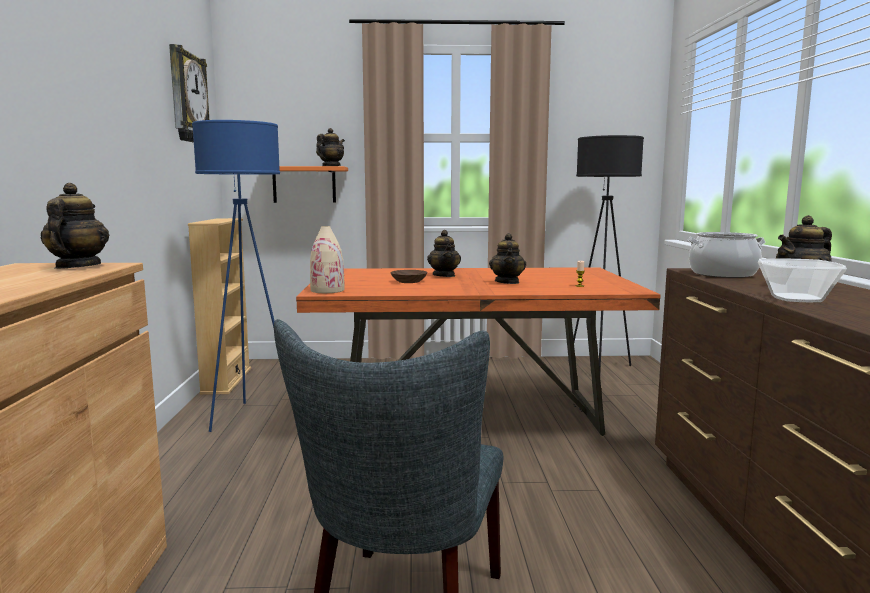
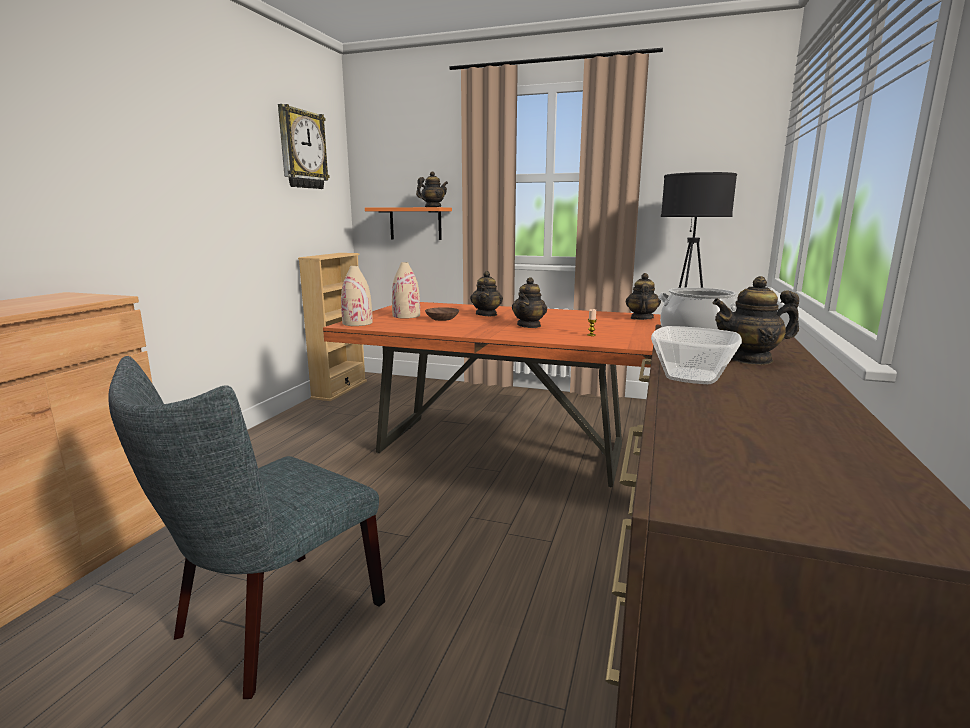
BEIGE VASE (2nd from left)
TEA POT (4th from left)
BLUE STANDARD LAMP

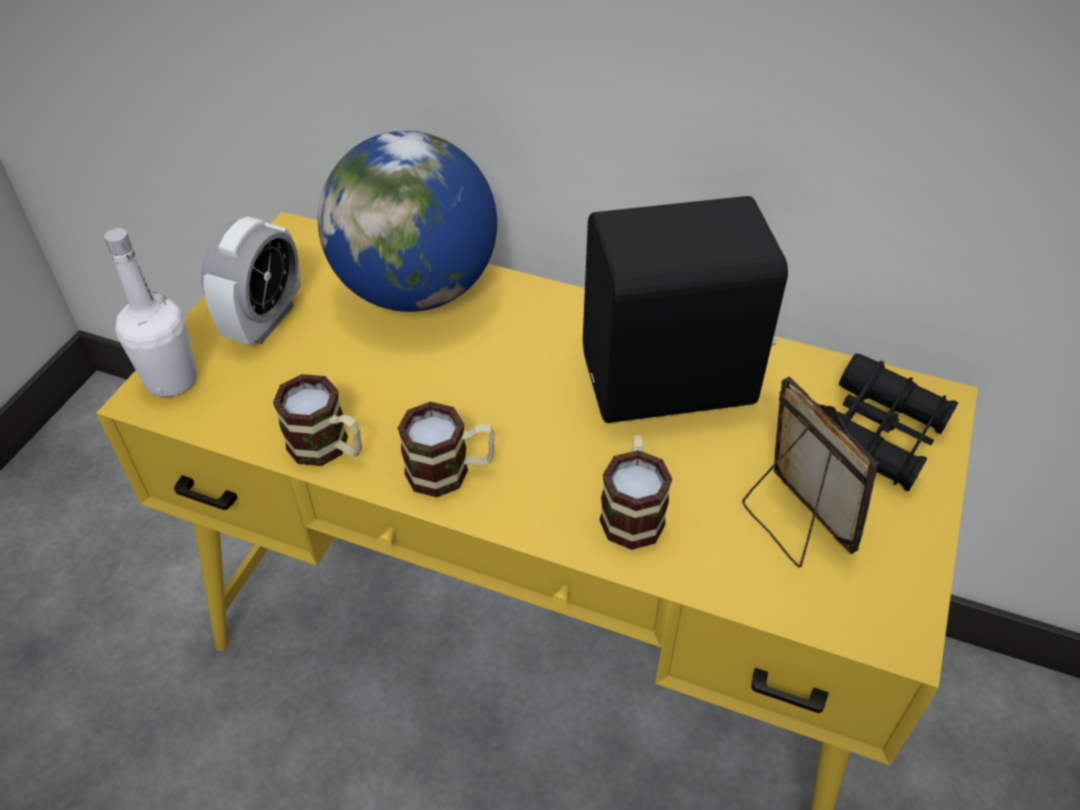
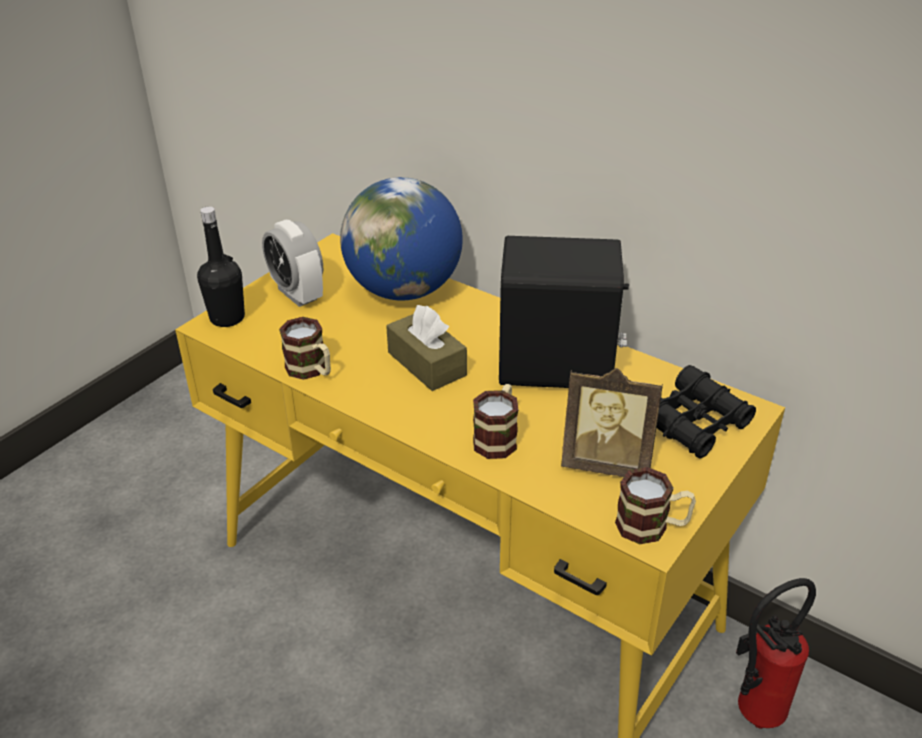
BLACK-COLOURED BOTTLE
TABLE CLOCK
BROWNISH TISSUE HOLDER
STANDING FRAME
COFFEE MUG (3rd from left)
EXTINGUISHER

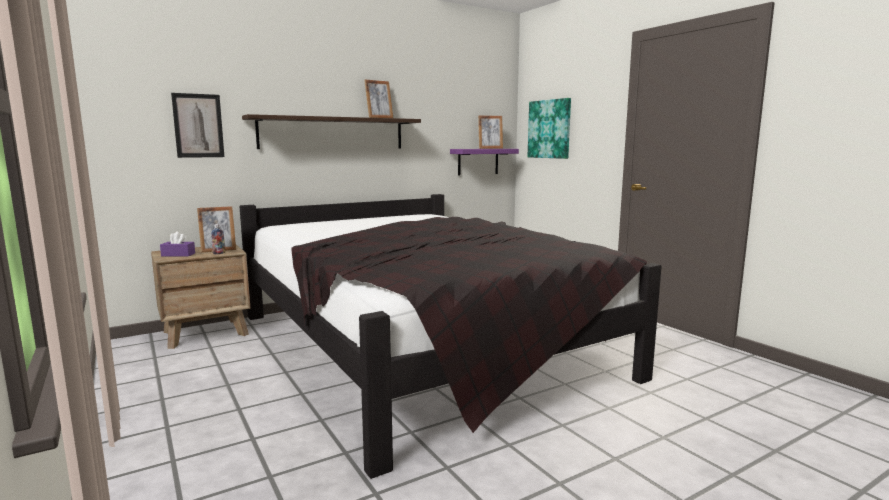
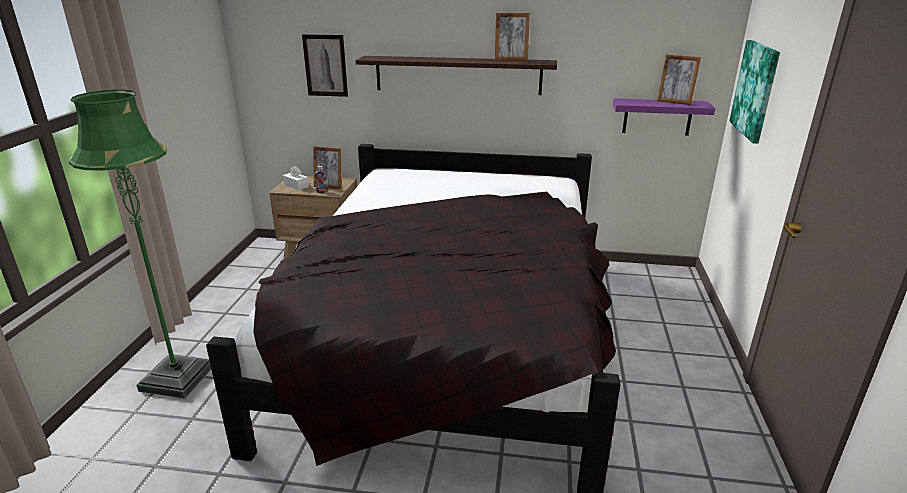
GREEN-COLOURED STANDARD LAMP
WHITE-COLOURED TISSUE HOLDER

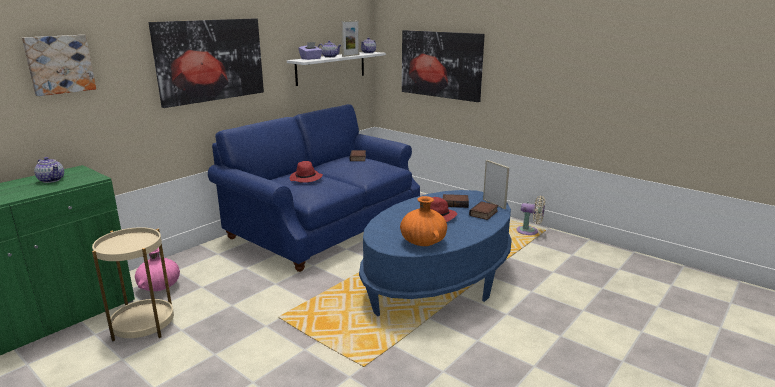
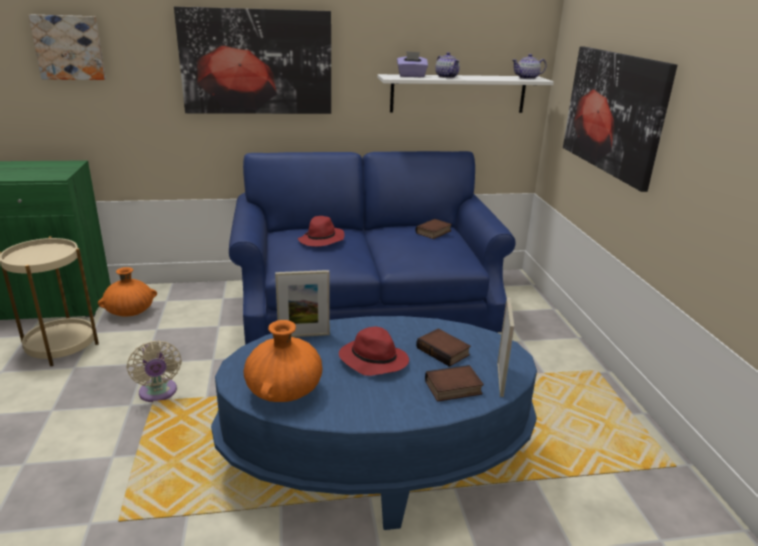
ORANGE-COLOURED VASE (1st from left)
BEIGE COOLING FAN
STANDING FRAME (1st from left)
TEA POT (1st from left in the first image)

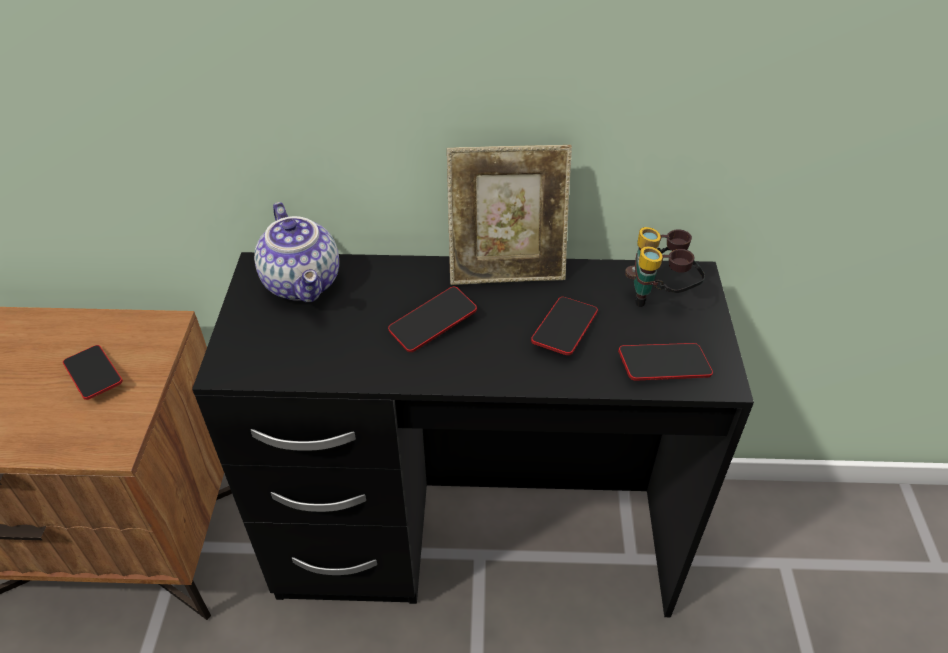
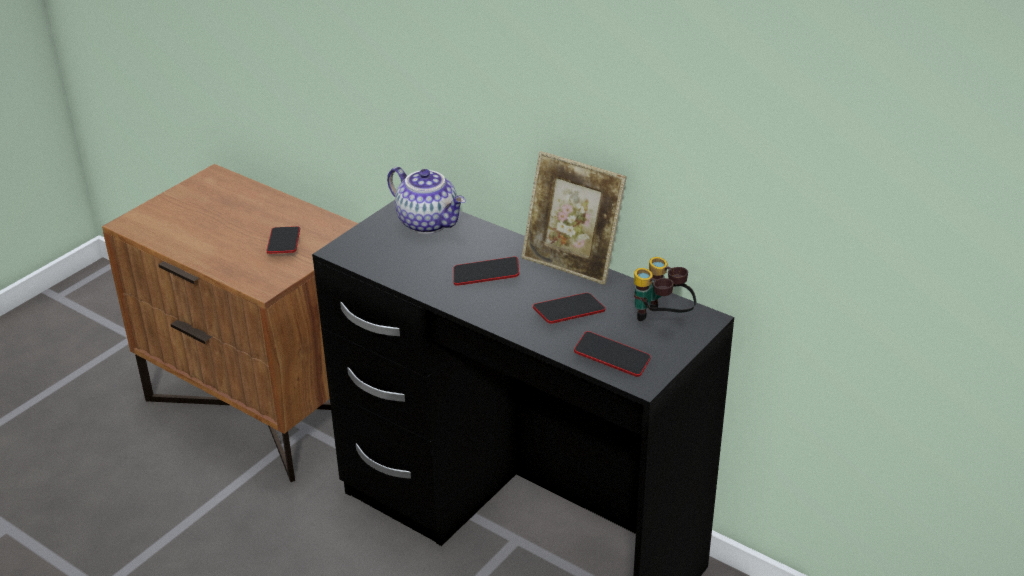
TEA POT

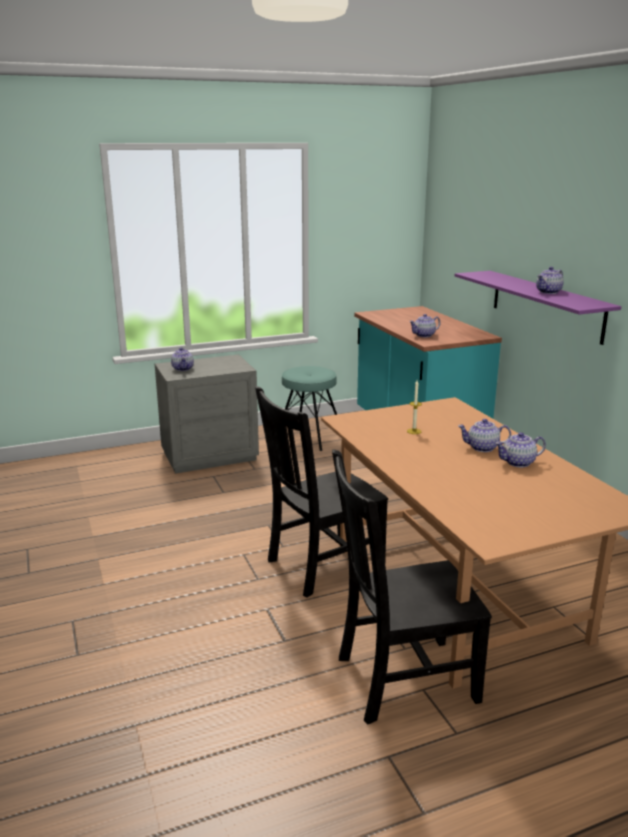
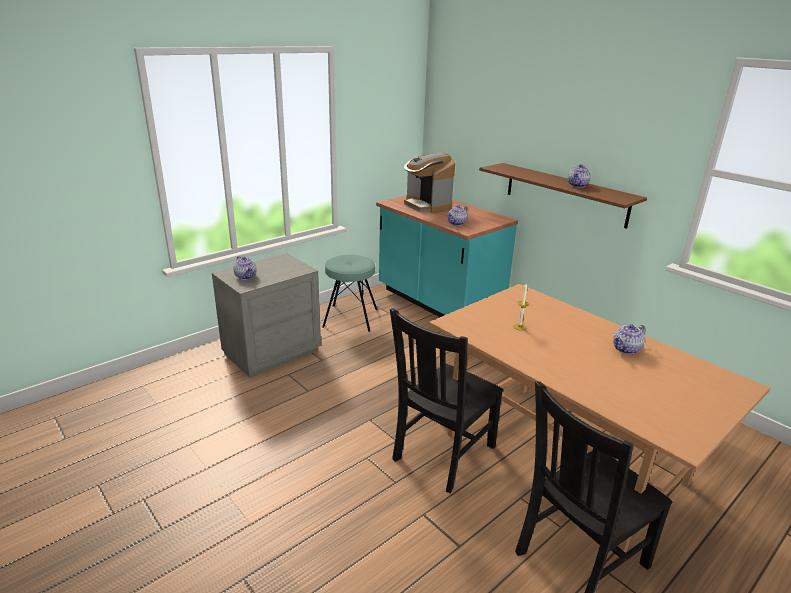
COFFEE MAKER
BROWNISH WALL SHELF
TEA POT (3rd from left in the first image)

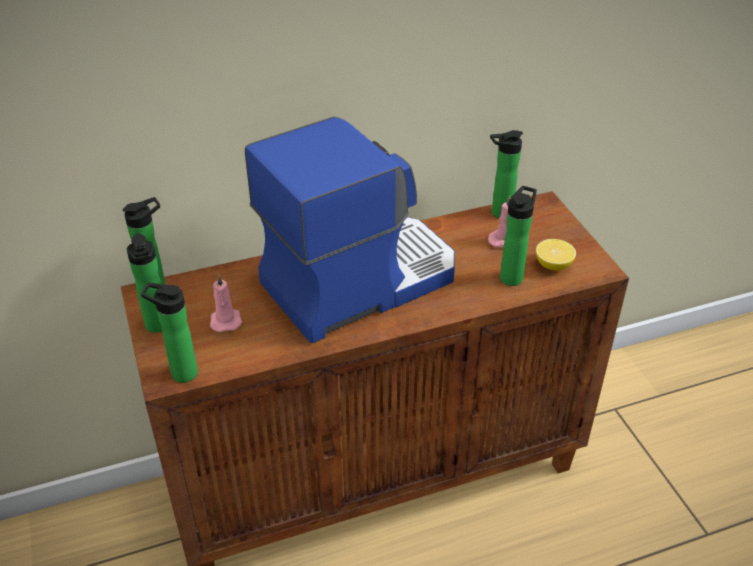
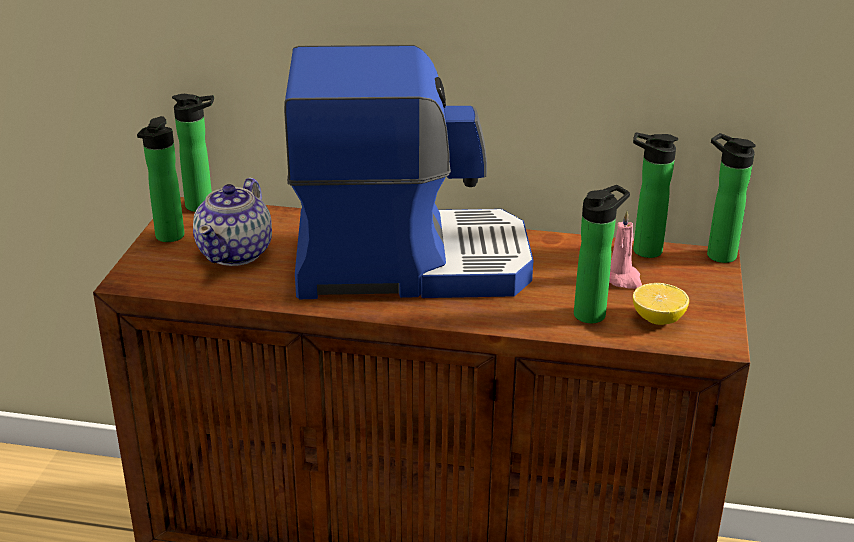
TEA POT
BOTTLE (5th from left)

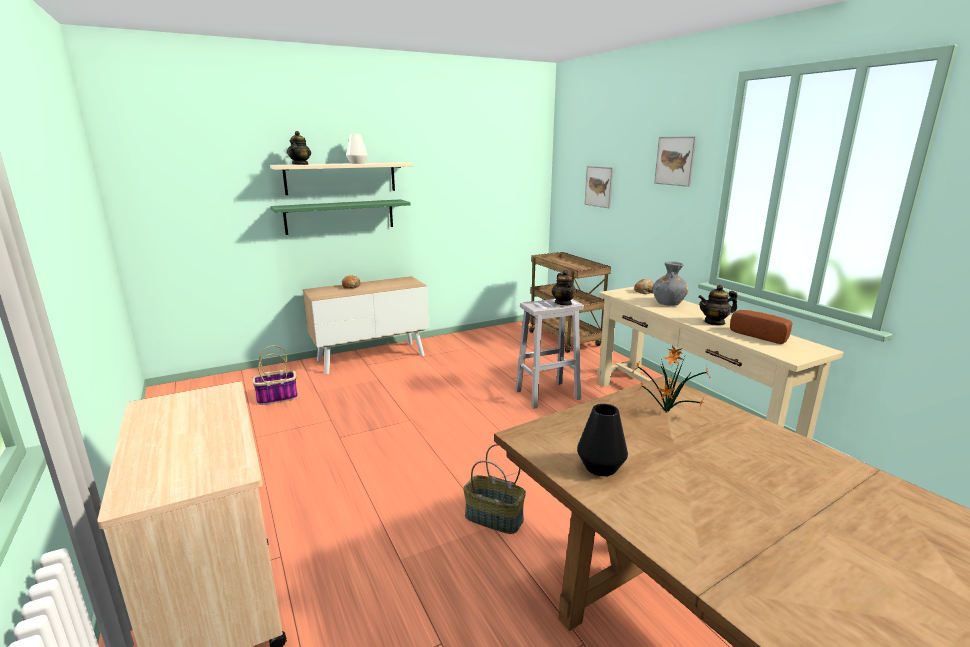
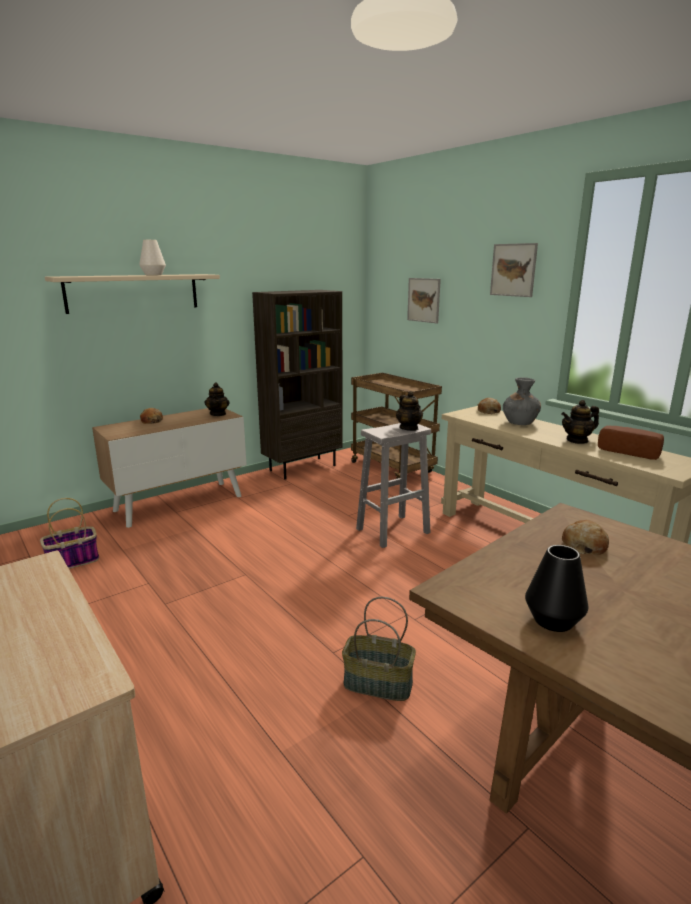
TEA POT (1st from left)
BROWNISH BOOKCASE
BAKED BREAD (3rd from left)
GREEN-COLOURED WALL SHELF

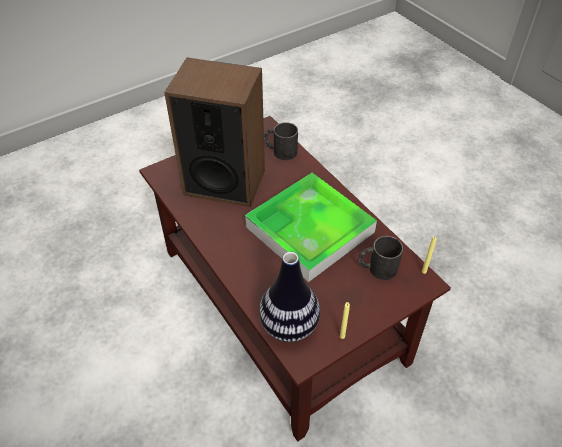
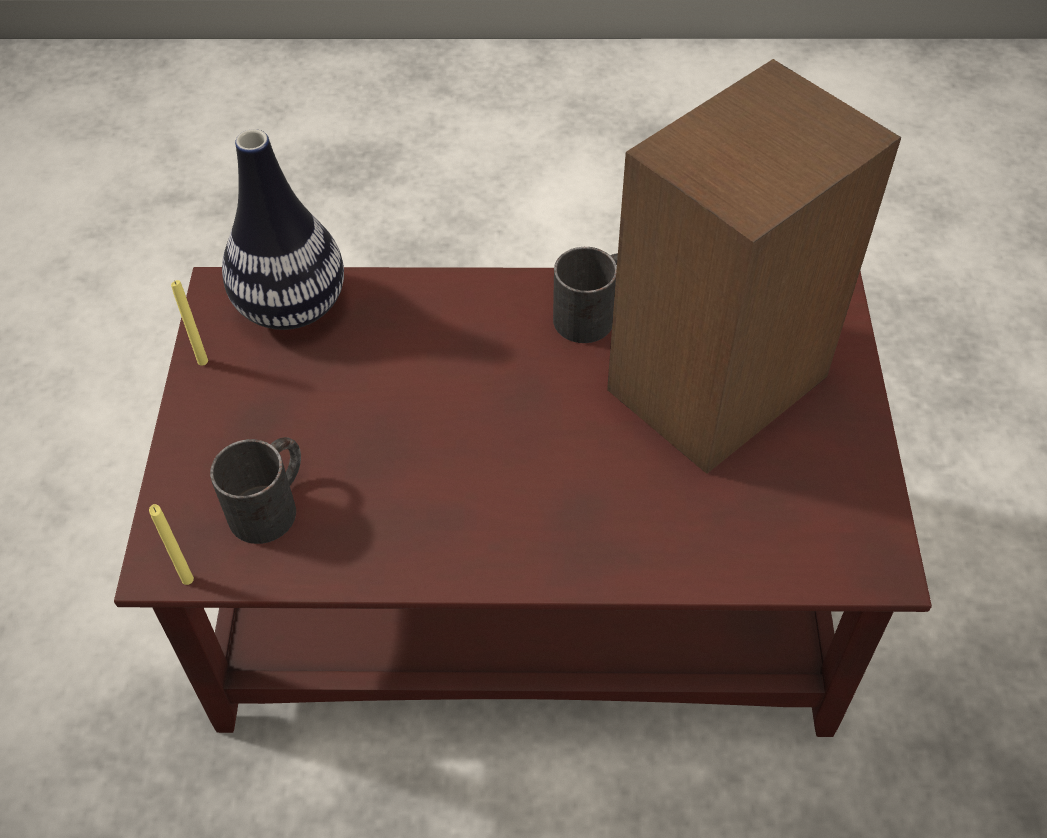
BLACK-COLOURED COFFEE MUG (2nd from left)
TRAY

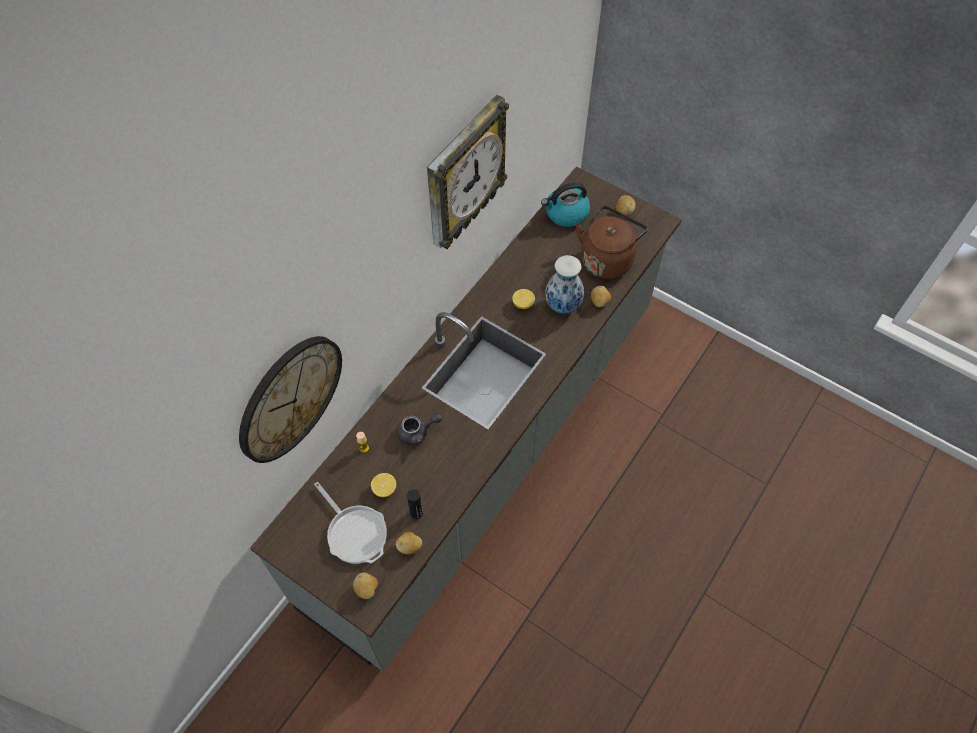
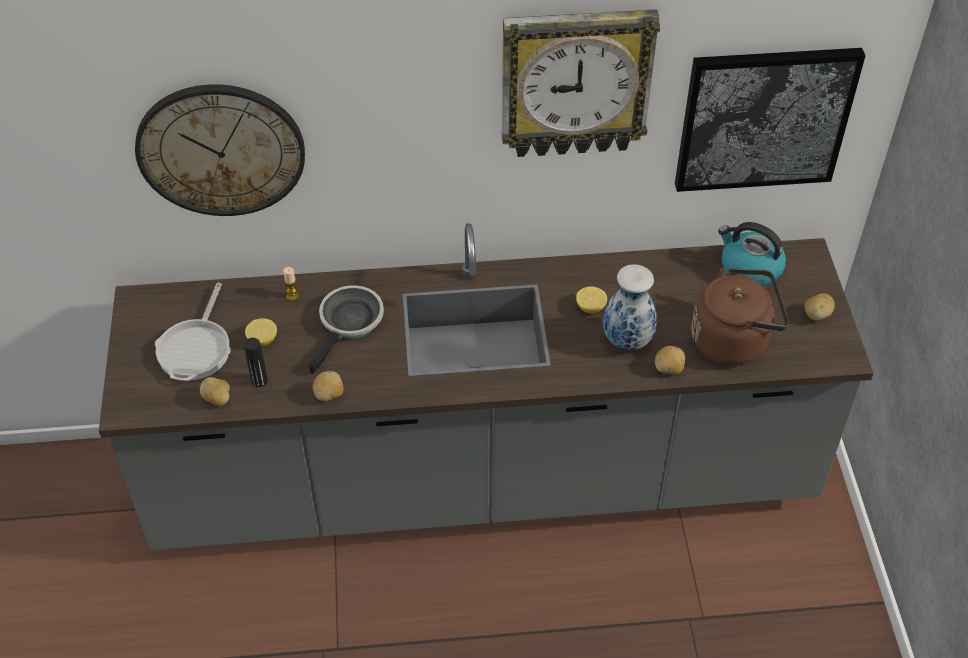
SKILLET (2nd from left)
WHOLE POTATO (2nd from left)
WALL ART

